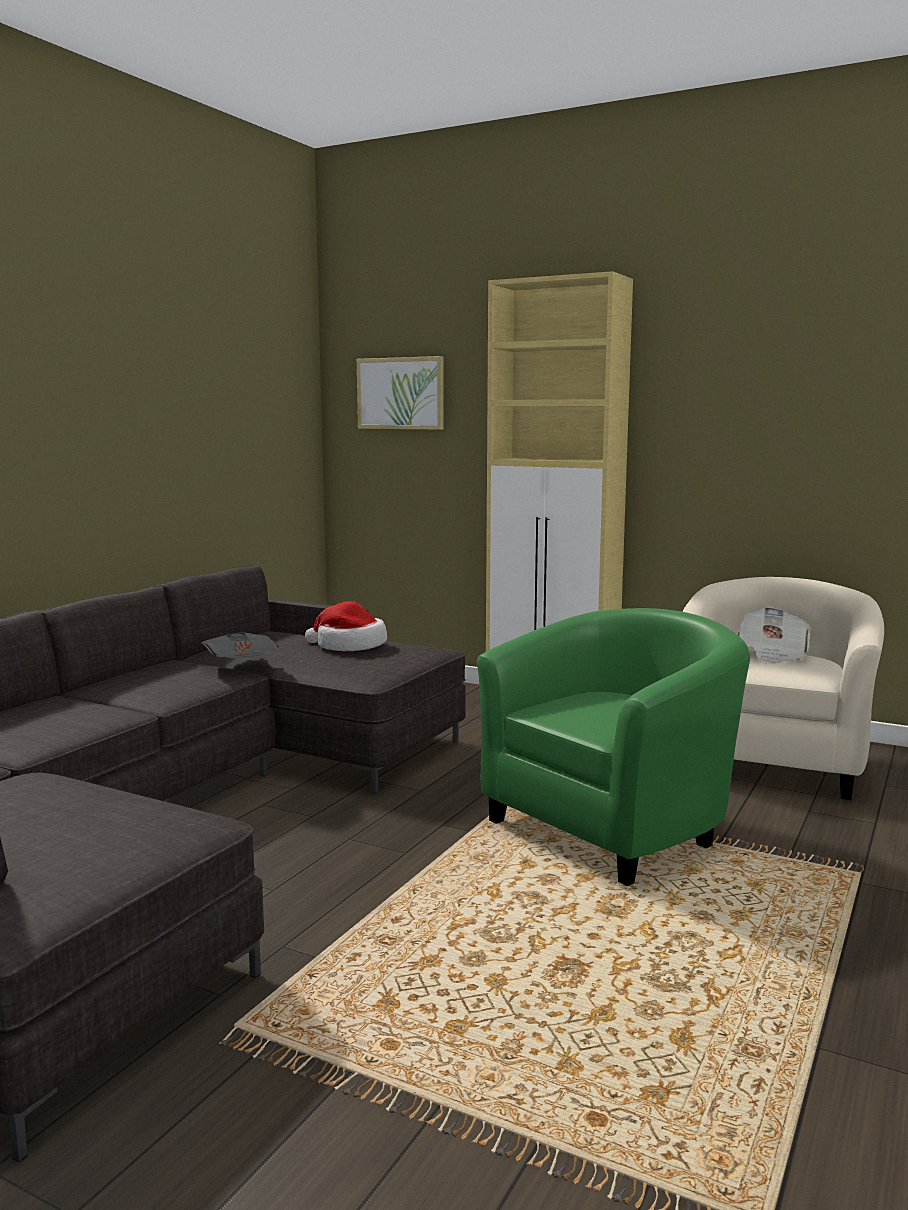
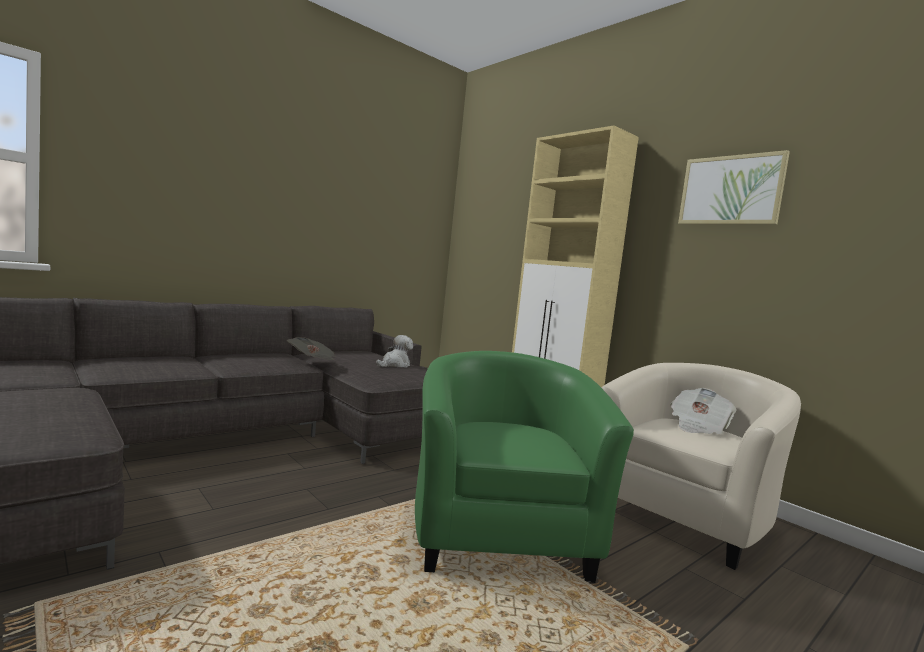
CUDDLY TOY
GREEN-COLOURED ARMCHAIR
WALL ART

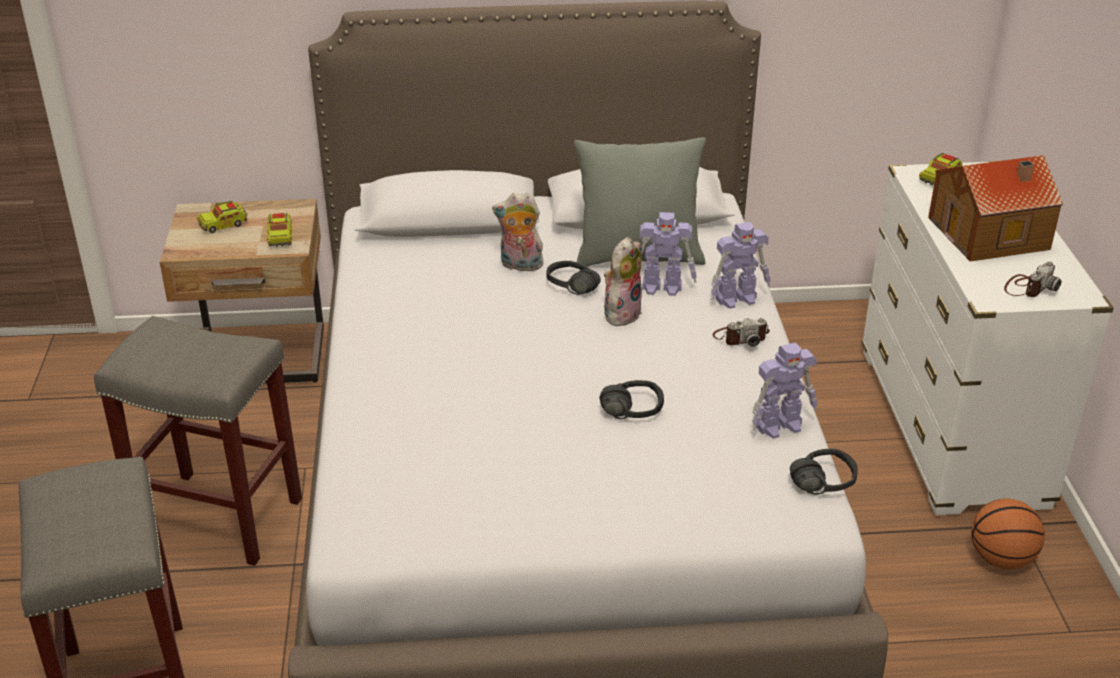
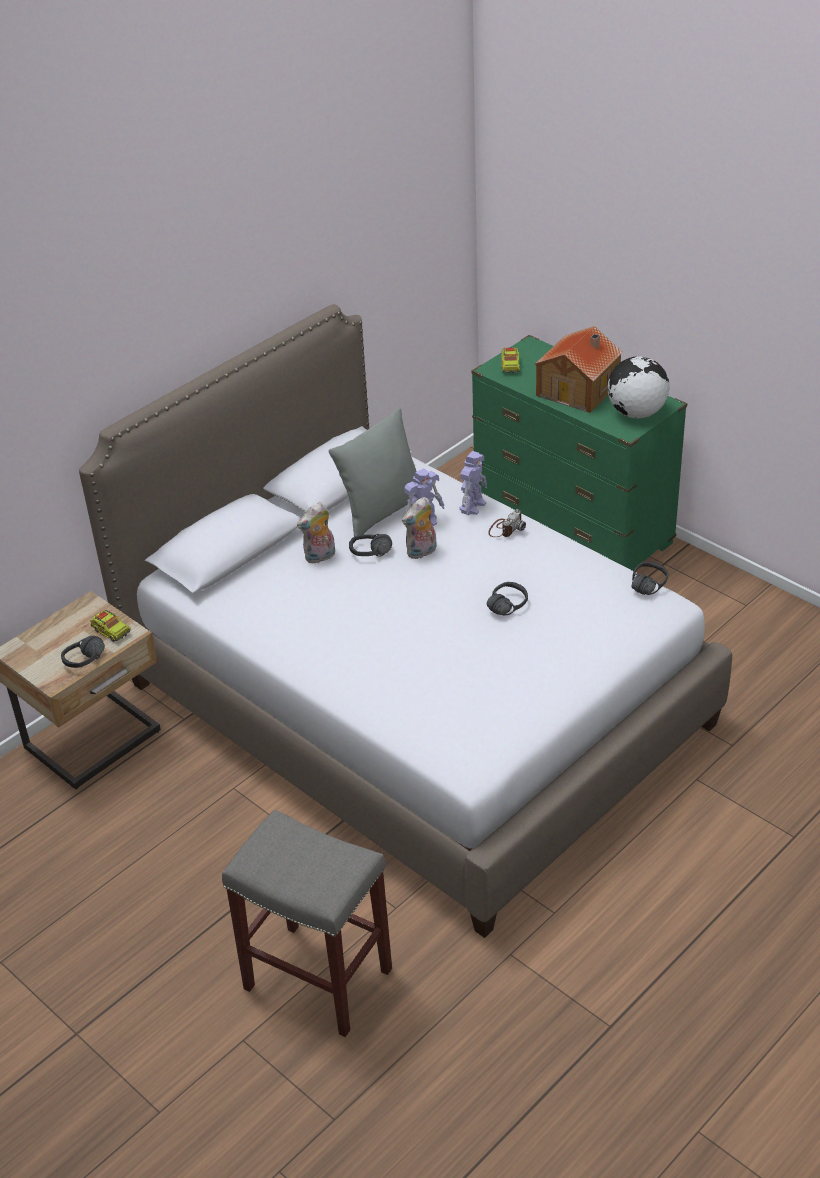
BLACK-COLOURED PAIR OF HEADPHONES (1st from left)
CUDDLY TOY (2nd from left)
GREEN-COLOURED DRESSER
WORLD GLOBE
GREY SITTING STOOL (2nd from left in the first image)
TOY TRUCK (1st from left in the first image)
ROBOT FIGURE (3rd from left in the first image)
BASKETBALL

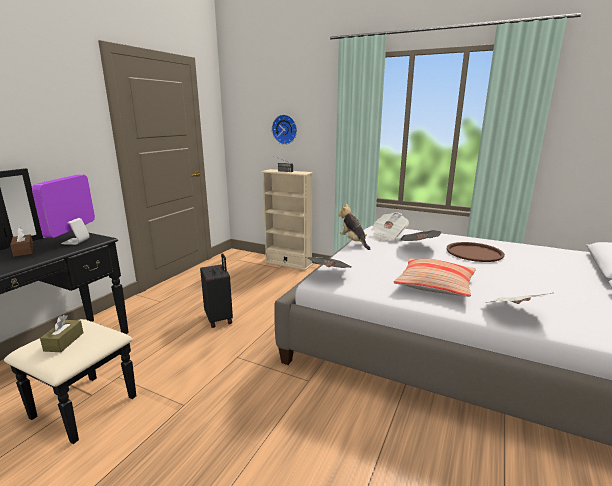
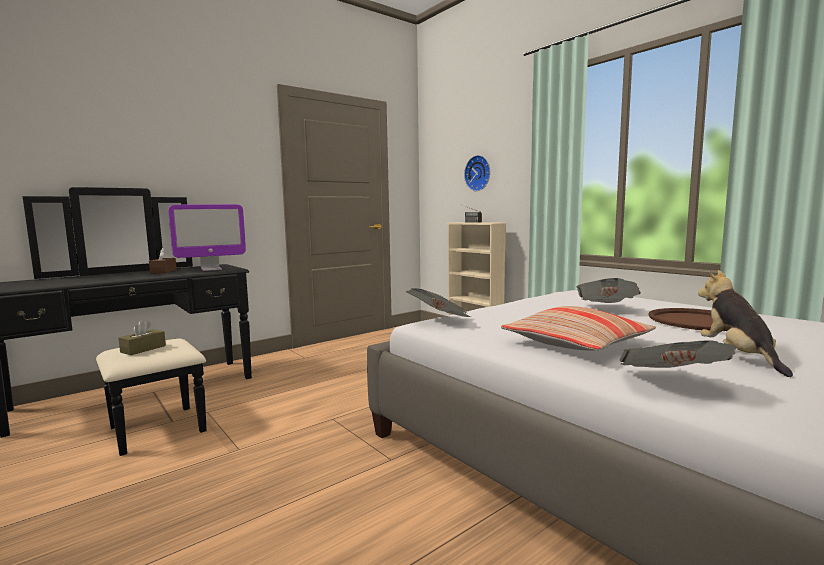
COMPUTER SCREEN
CUDDLY TOY
BLACK-COLOURED SUITCASE
PRINTED PAPER (2nd from left in the first image)

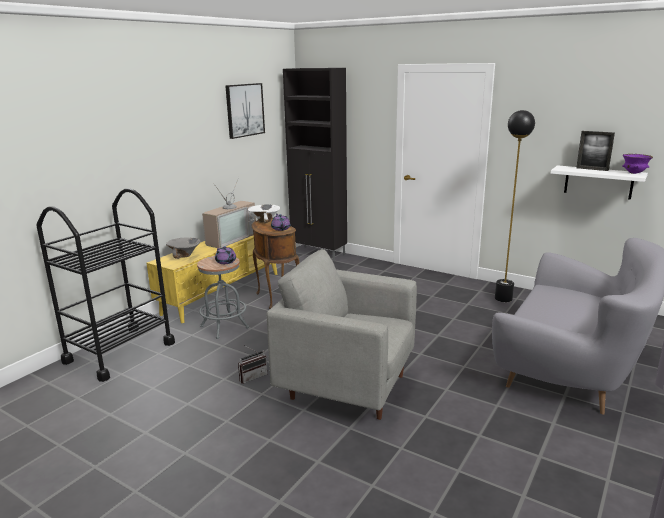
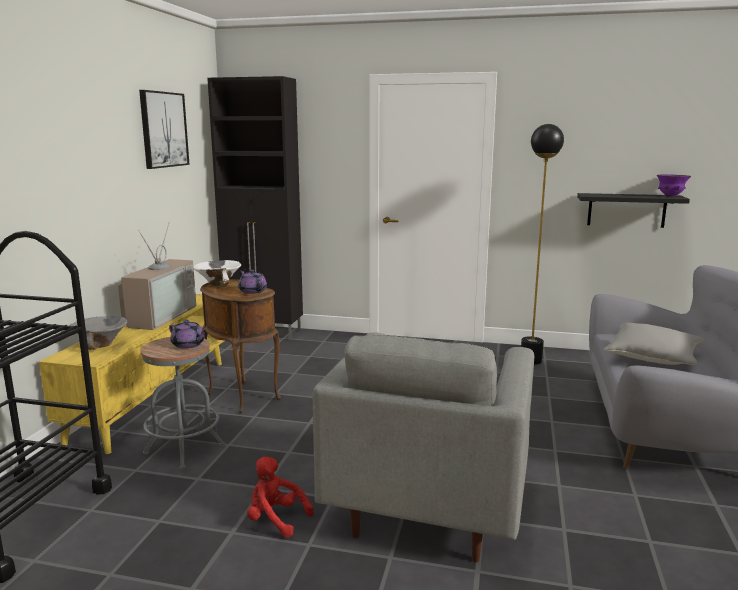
RED CUDDLY TOY
GREY ARMCHAIR
BLACK-COLOURED WALL SHELF
GREY THROW PILLOW
STANDING FRAME

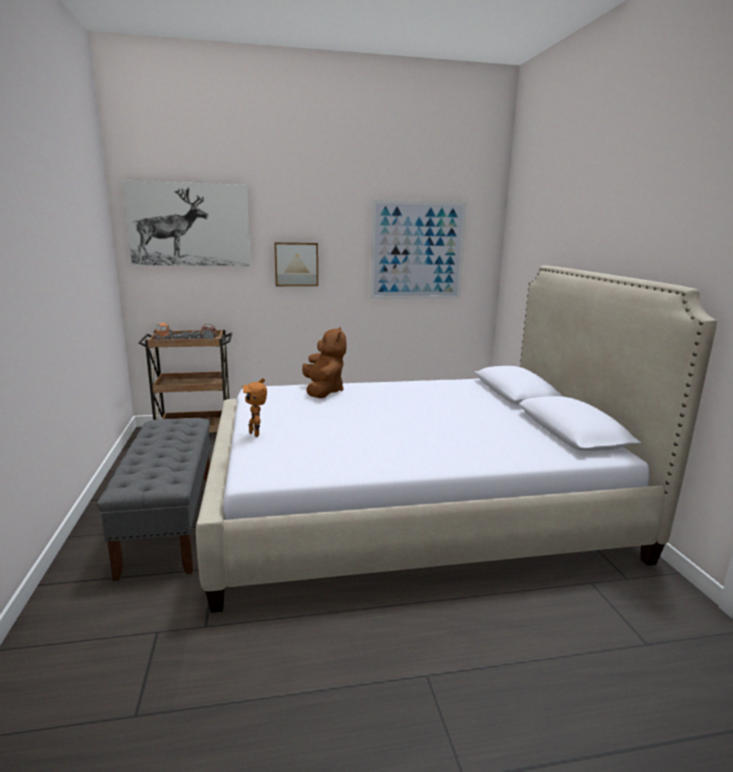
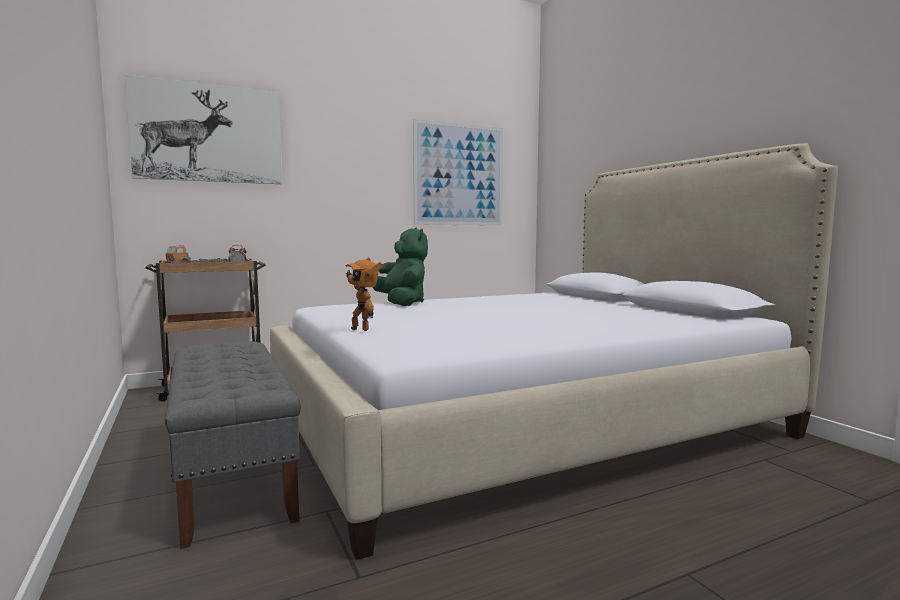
GREEN-COLOURED CUDDLY TOY
WALL ART (2nd from left in the first image)

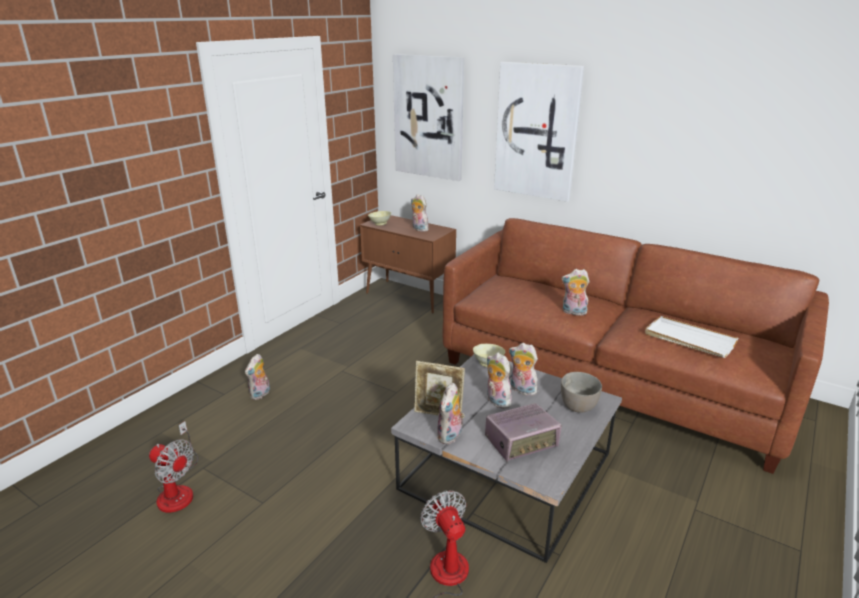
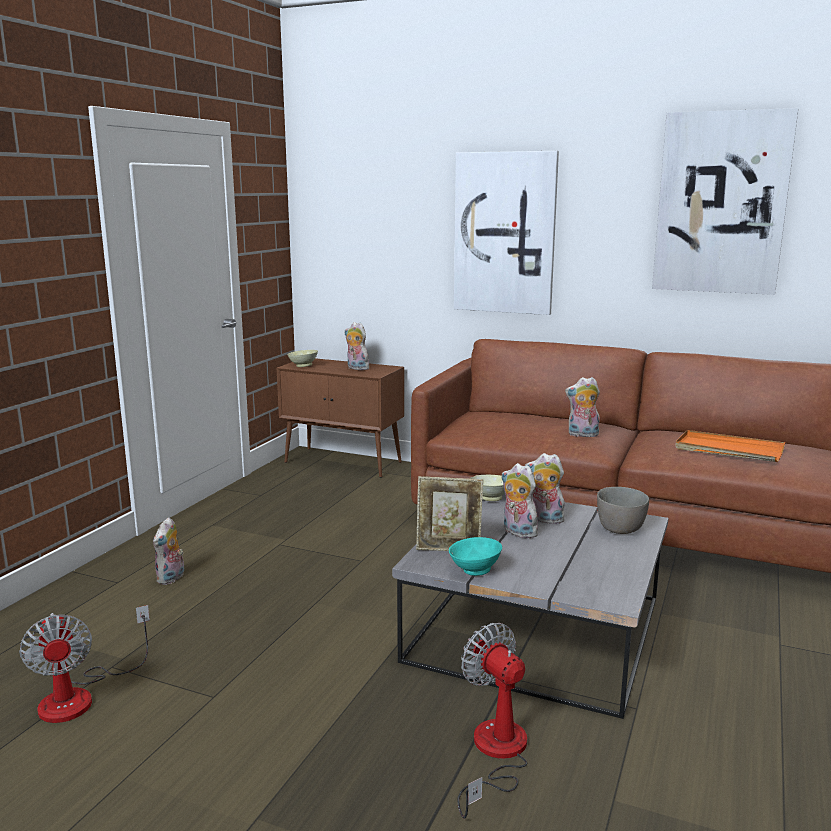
COOLING FAN (1st from left)
BLUE-GREEN DEEP DISH
WALL ART (2nd from left)
ORANGE-COLOURED TRAY
RADIO SET

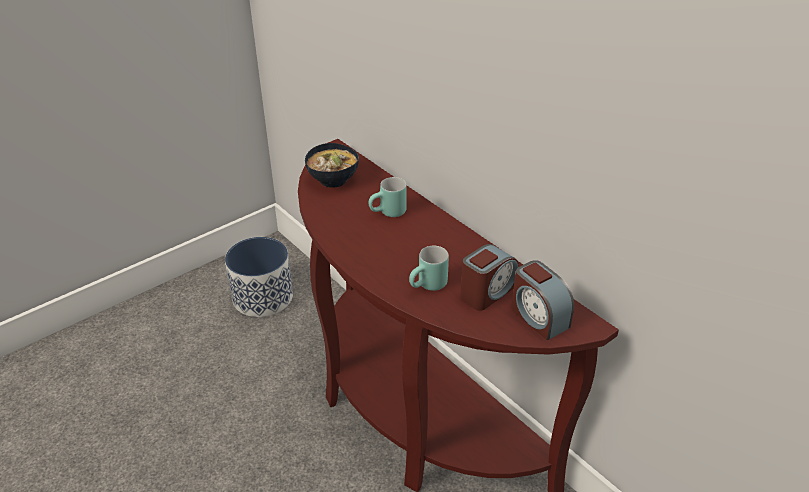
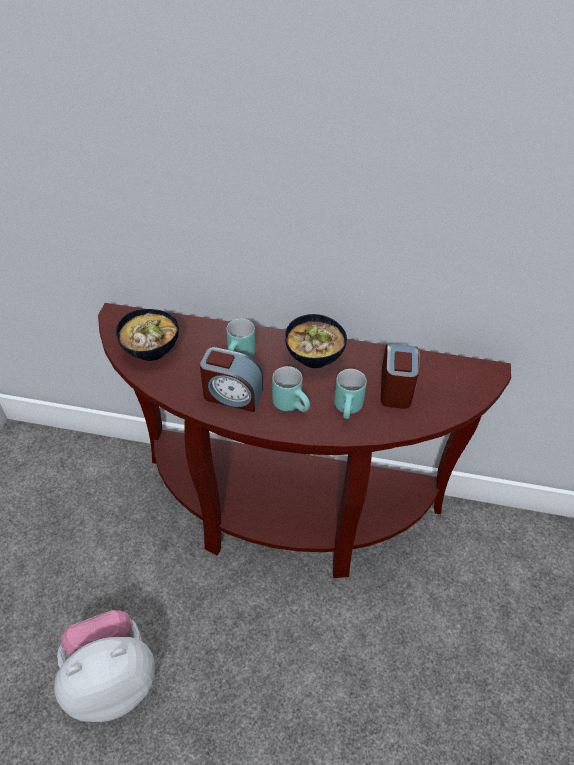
CUDDLY TOY
TABLE CLOCK (1st from left)
BLUE-GREEN COFFEE MUG (2nd from left)
DEEP DISH (2nd from left)
FLOWER POT

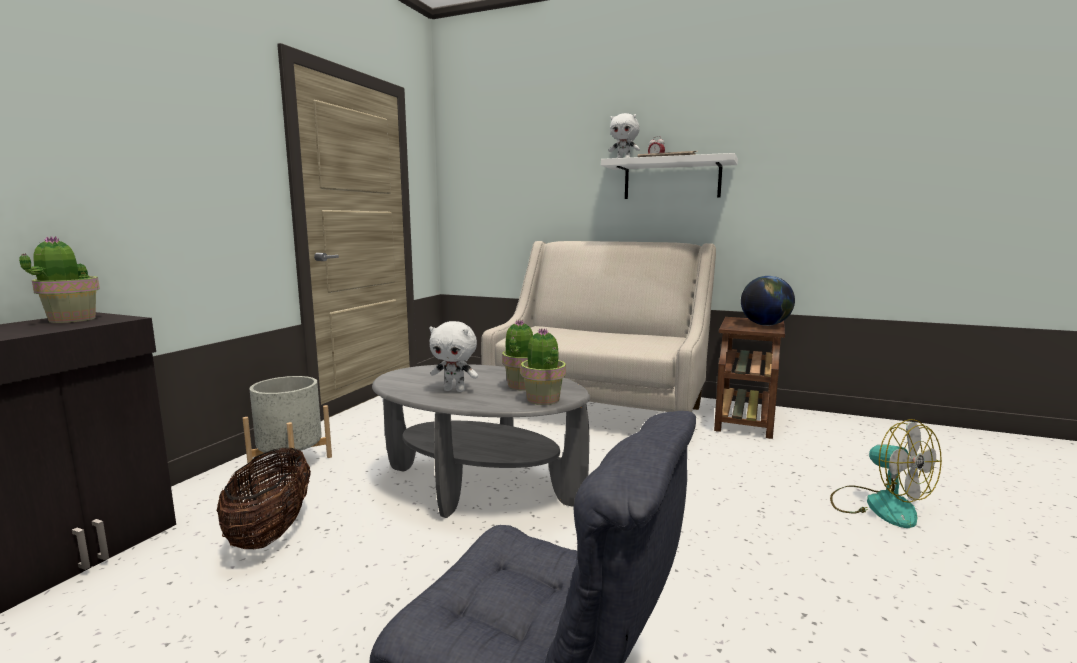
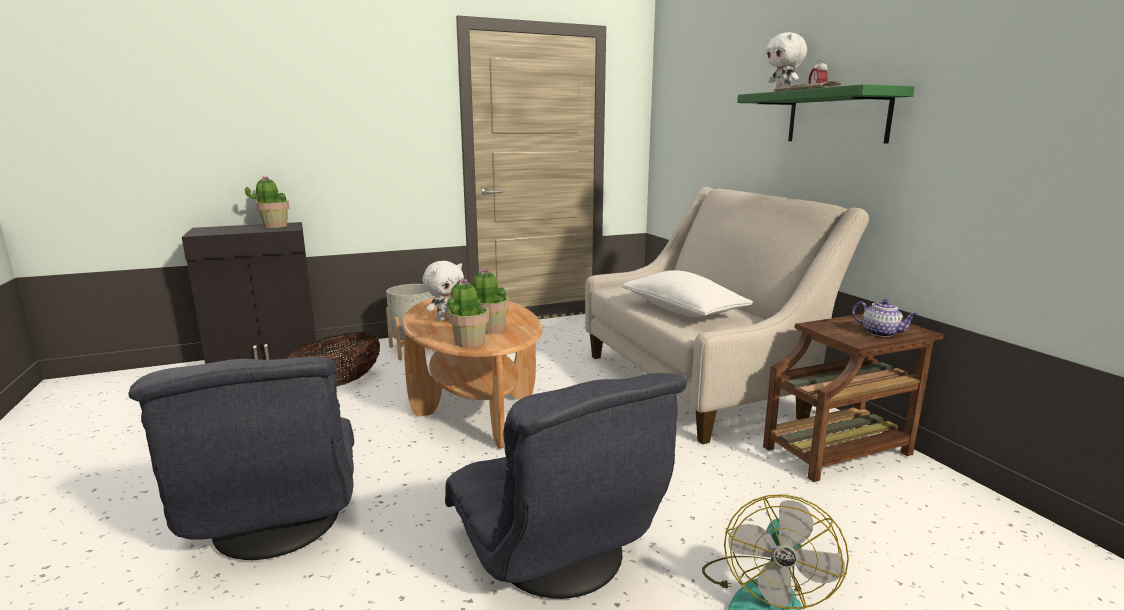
BROWNISH COFFEE TABLE
WHITE-COLOURED CUDDLY TOY (1st from left)
GREY ARMCHAIR (2nd from left)
WHITE-COLOURED THROW PILLOW
GREEN-COLOURED WALL SHELF
TEA POT

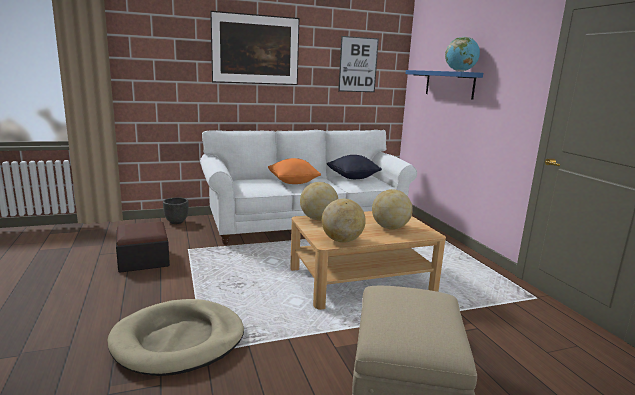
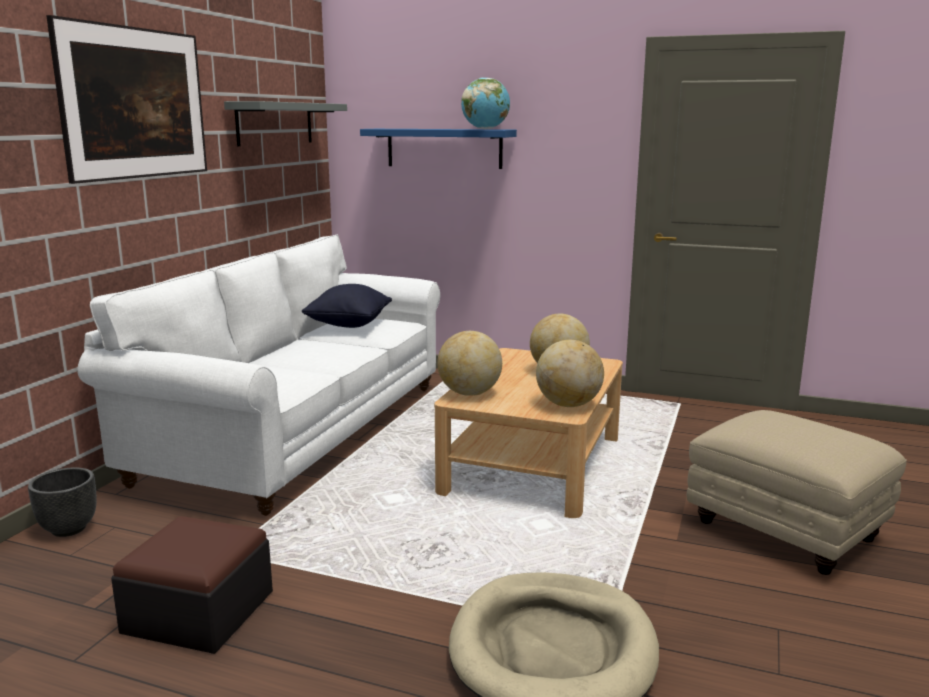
GREY WALL SHELF
ORANGE-COLOURED THROW PILLOW

